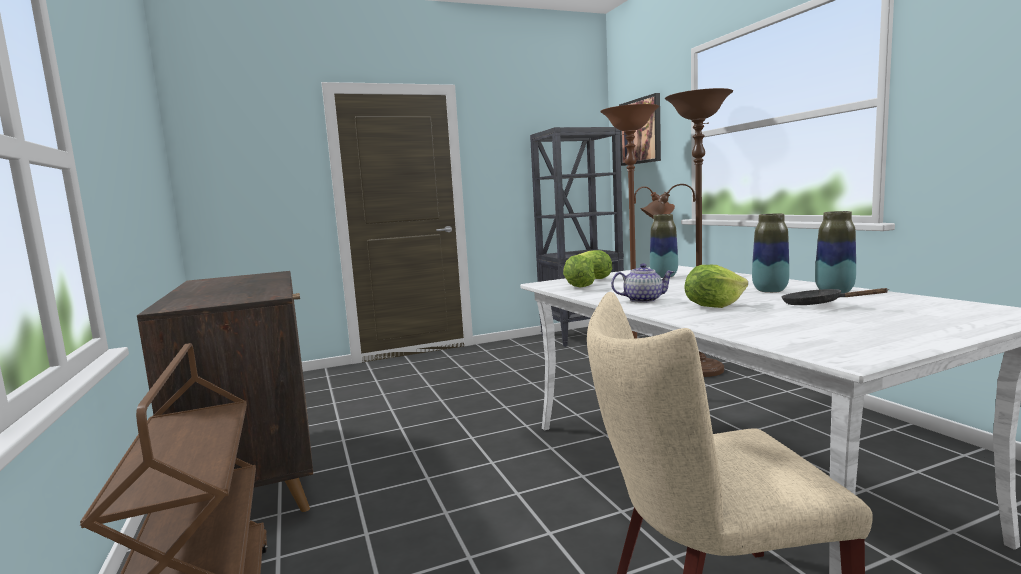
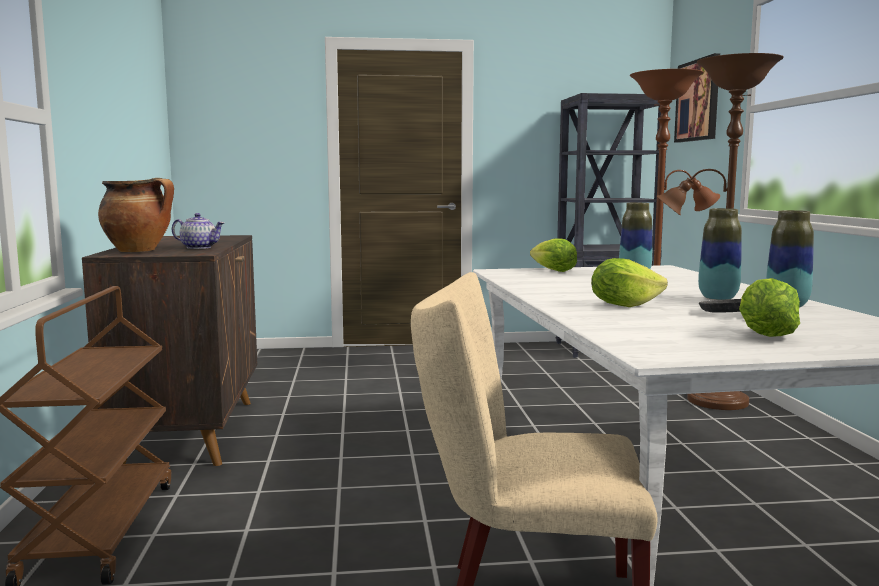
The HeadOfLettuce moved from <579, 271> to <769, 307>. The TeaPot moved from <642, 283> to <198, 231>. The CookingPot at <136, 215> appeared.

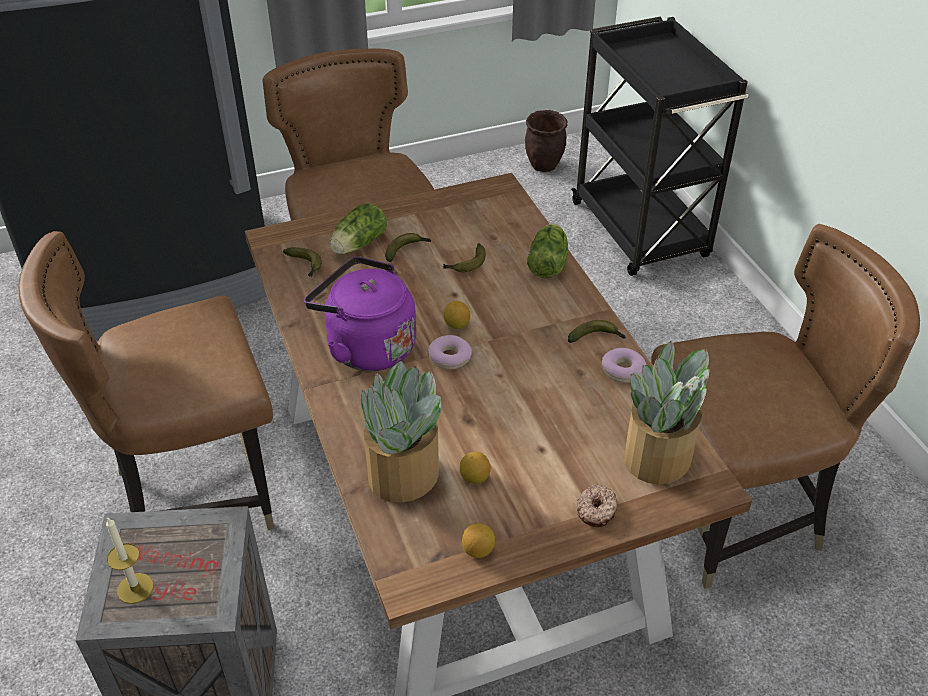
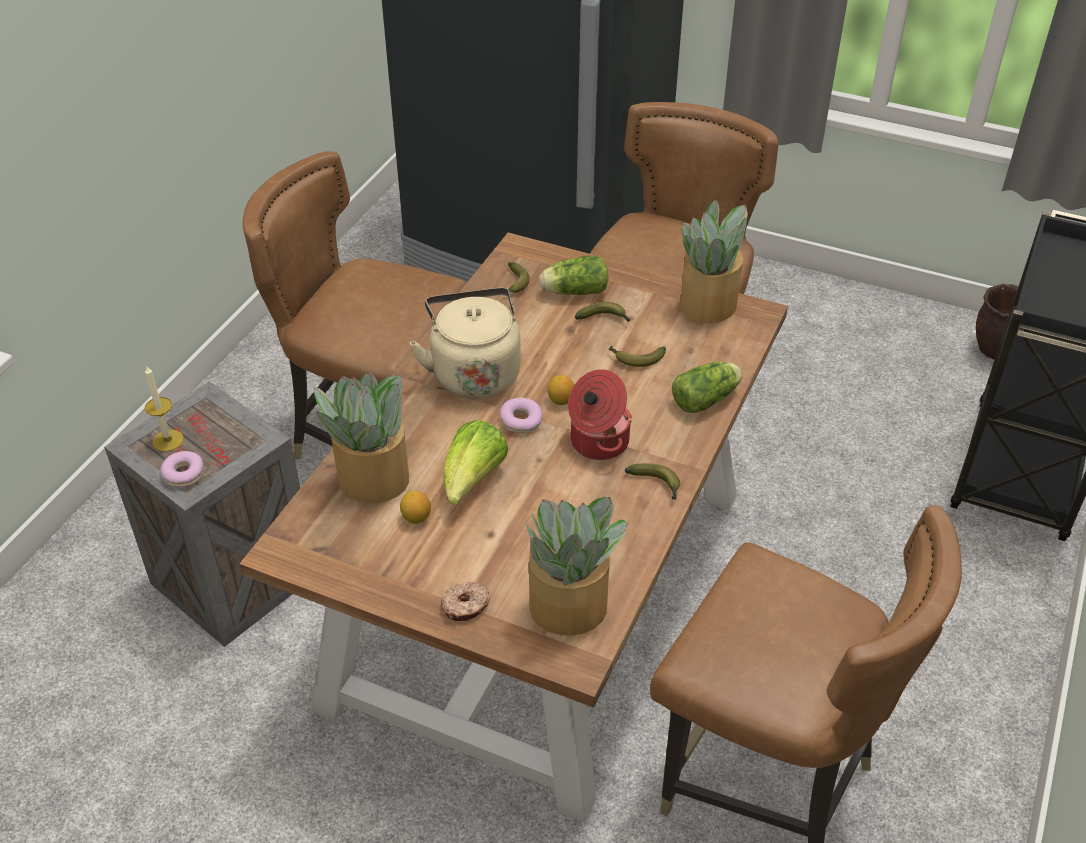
The PurpleColouredWaterKettle at <360, 313> became the BeigeWaterKettle at <465, 343>. The Donut moved from <624, 365> to <182, 469>. The WholeLemon at <478, 540> disappeared. The Houseplant at <714, 261> appeared. The CookingPot at <600, 414> appeared. The HeadOfLettuce at <475, 462> appeared.

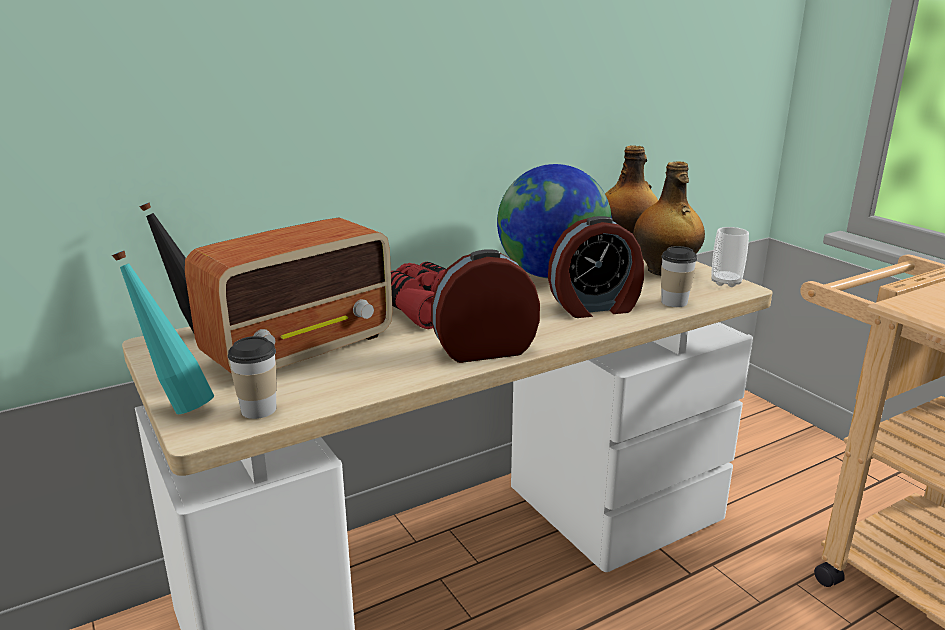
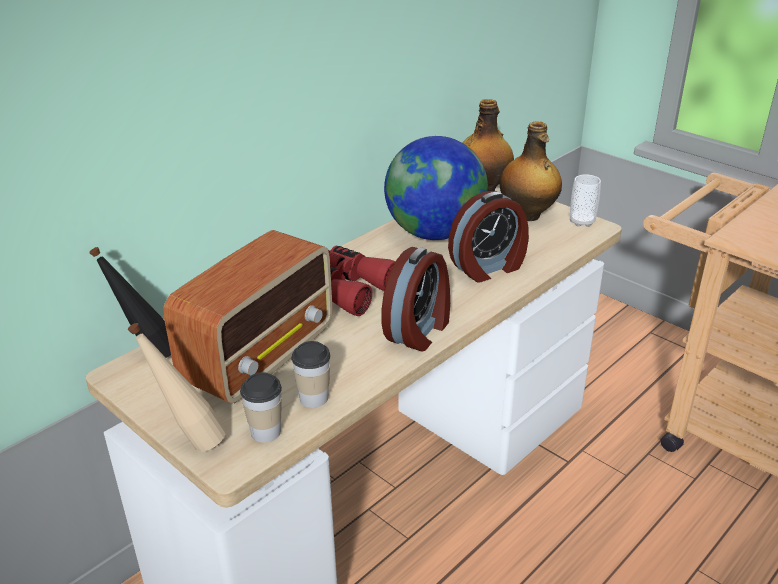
The Cup moved from <679, 276> to <311, 374>. The AlarmClock at <485, 306> turned 150 degrees clockwise. The BlueGreenDrinkBottle at <163, 332> became the BeigeDrinkBottle at <177, 387>.

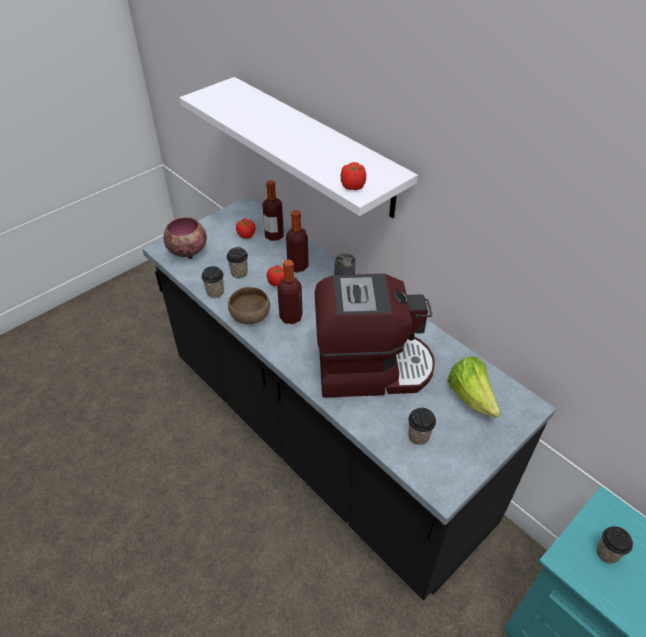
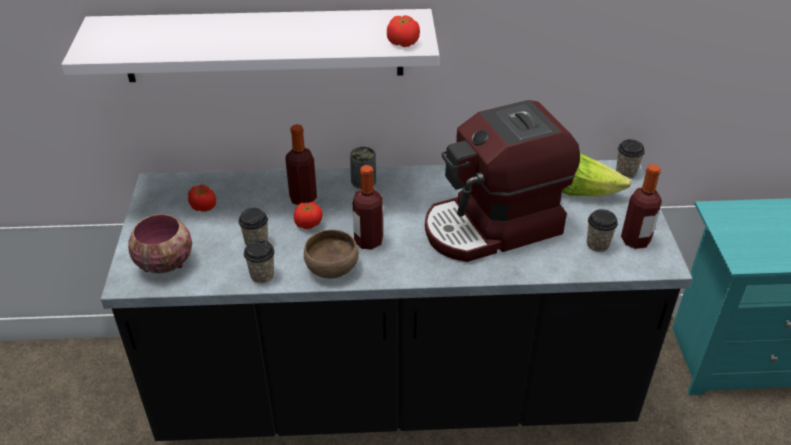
The DrinkBottle moved from <273, 210> to <641, 206>. The CoffeeMachine at <375, 336> turned 150 degrees counterclockwise. The Cup moved from <614, 545> to <630, 158>.

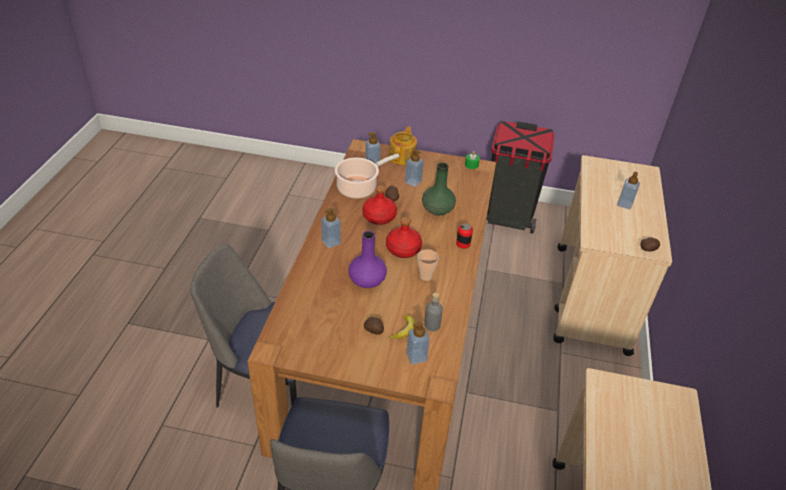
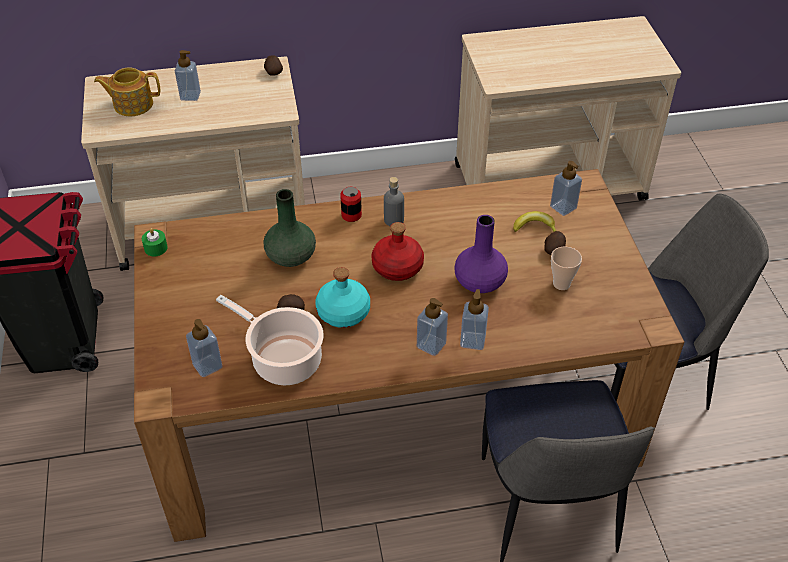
The TeaPot moved from <403, 145> to <127, 91>. The SoapDispenser moved from <414, 168> to <474, 319>. The RedDrinkBottle at <379, 205> became the BlueGreenDrinkBottle at <342, 297>. The Cup moved from <428, 265> to <566, 268>. The GreyishDrinkBottle moved from <433, 311> to <394, 201>.

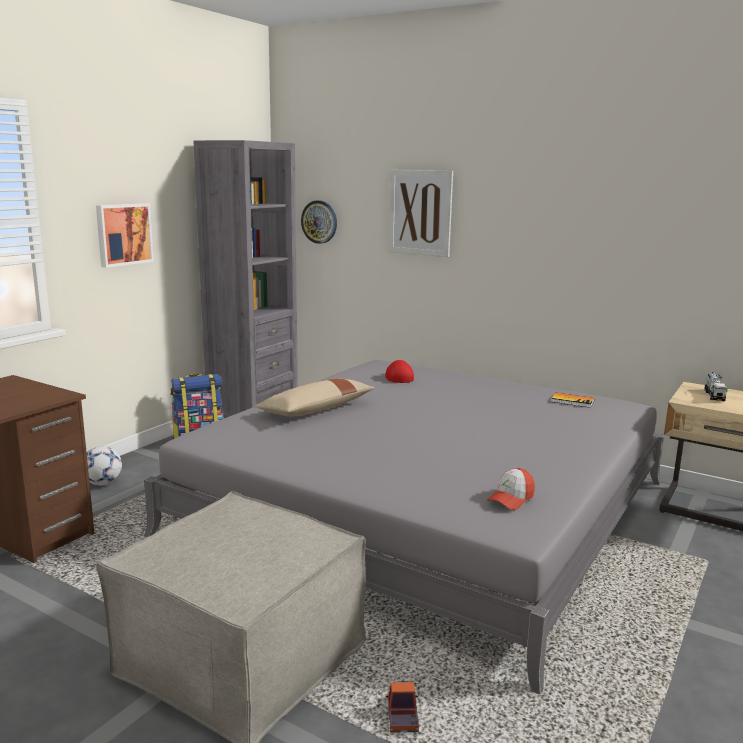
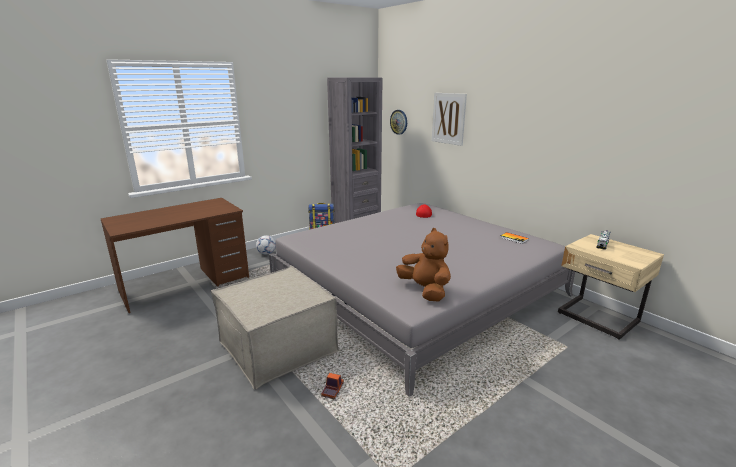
The WallPicture at <125, 235> disappeared. The BeigeThrowPillow at <315, 398> disappeared. The BaseballCap at <511, 489> was replaced by the BrownCuddlyToy at <423, 265>.

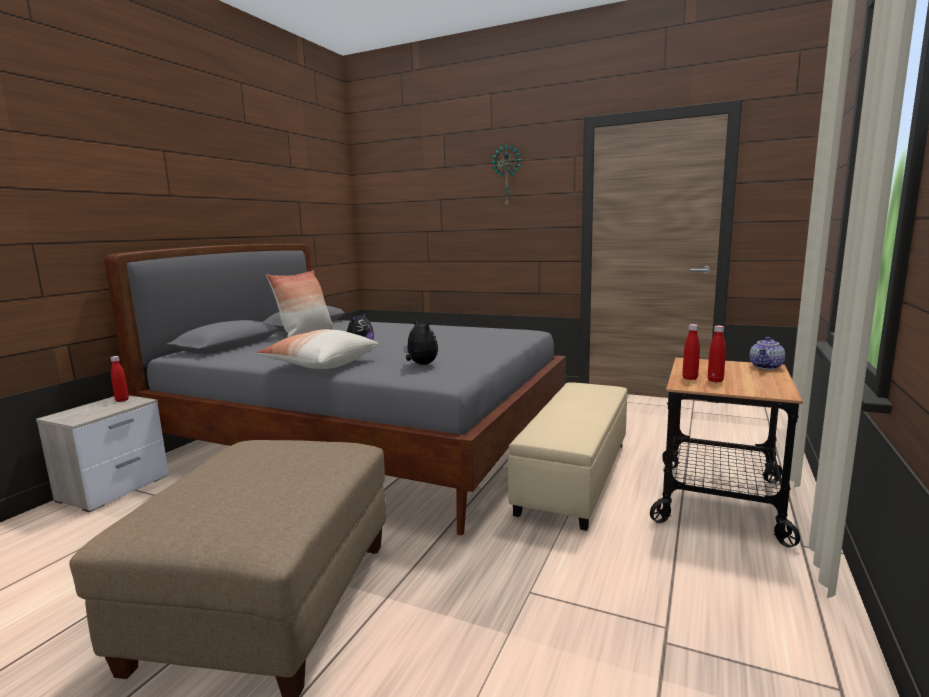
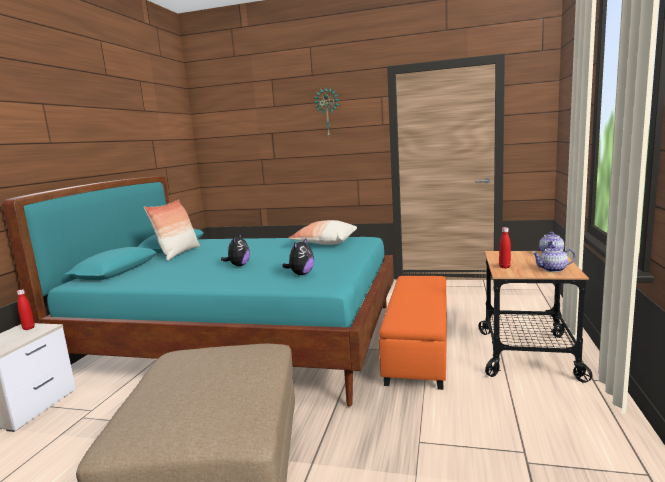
The GreyishBedroomBed at <335, 389> became the BlueGreenBedroomBed at <198, 291>. The CuddlyToy at <420, 342> turned 75 degrees clockwise. The RedDrinkBottle at <717, 354> disappeared. The ThrowPillow moved from <318, 349> to <323, 232>. The BeigeFootrest at <567, 456> became the OrangeyFootrest at <413, 333>. The TeaPot at <553, 258> appeared.

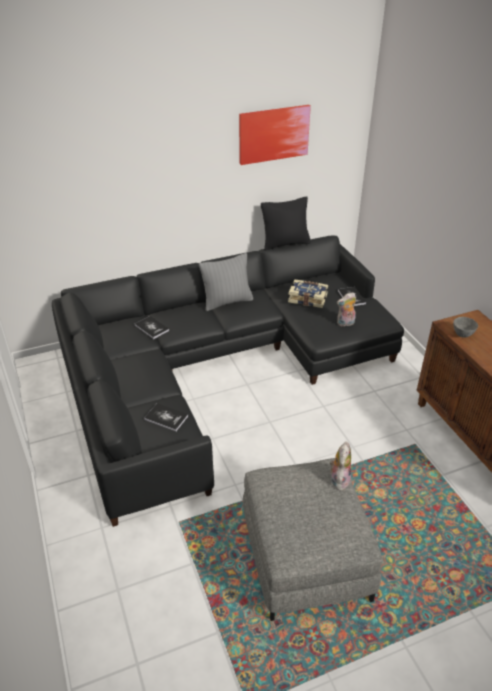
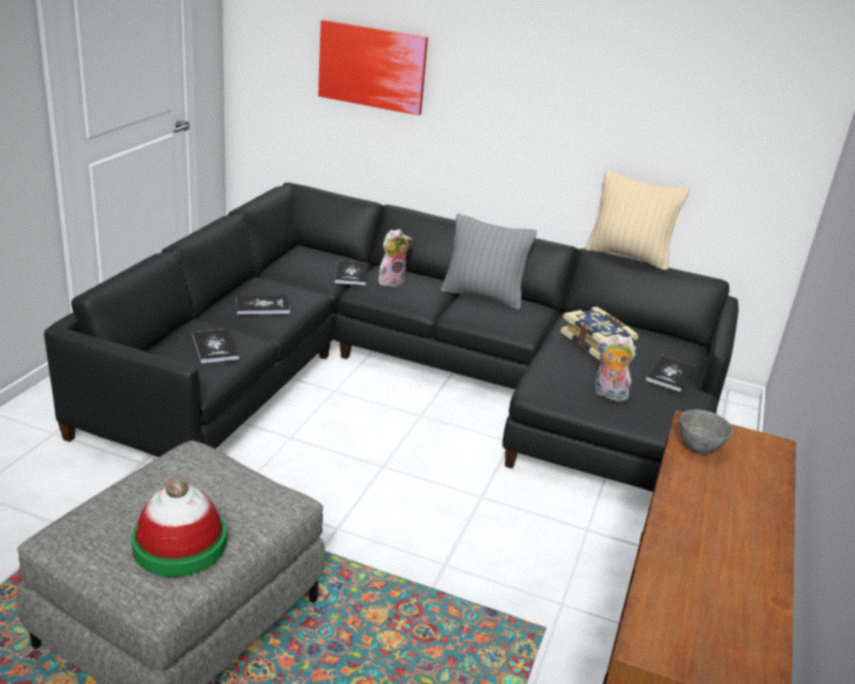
The WallPicture moved from <275, 135> to <373, 67>. The BlackishThrowPillow at <286, 223> became the BeigeThrowPillow at <637, 220>. The CuddlyToy moved from <340, 466> to <395, 258>. The Volume at <263, 305> appeared. The ClothingHat at <179, 527> appeared.

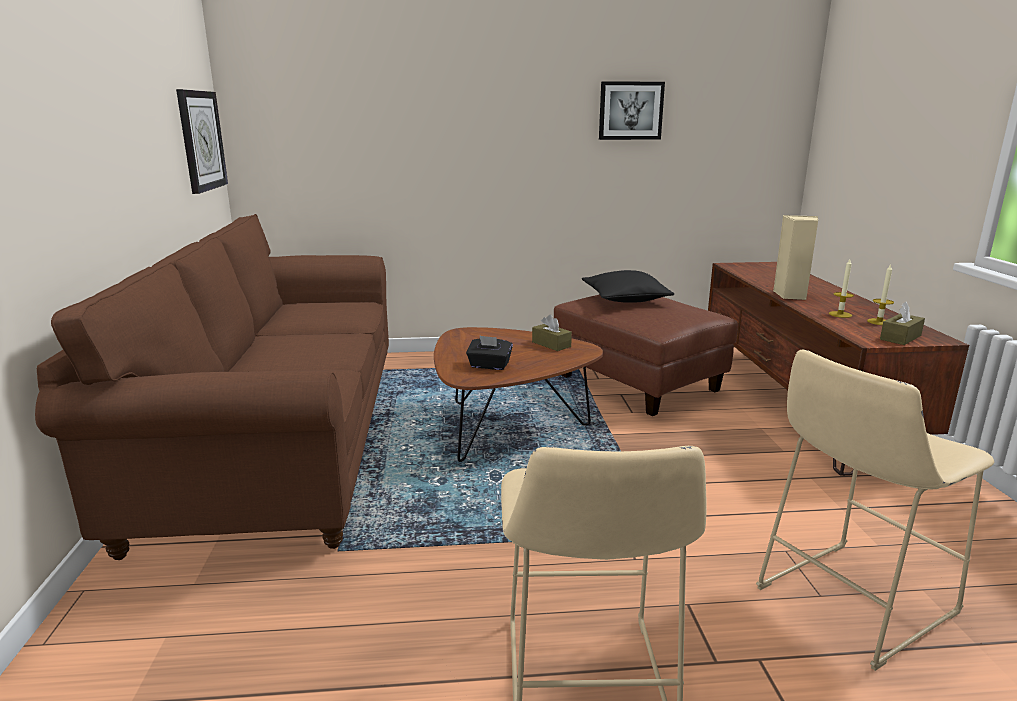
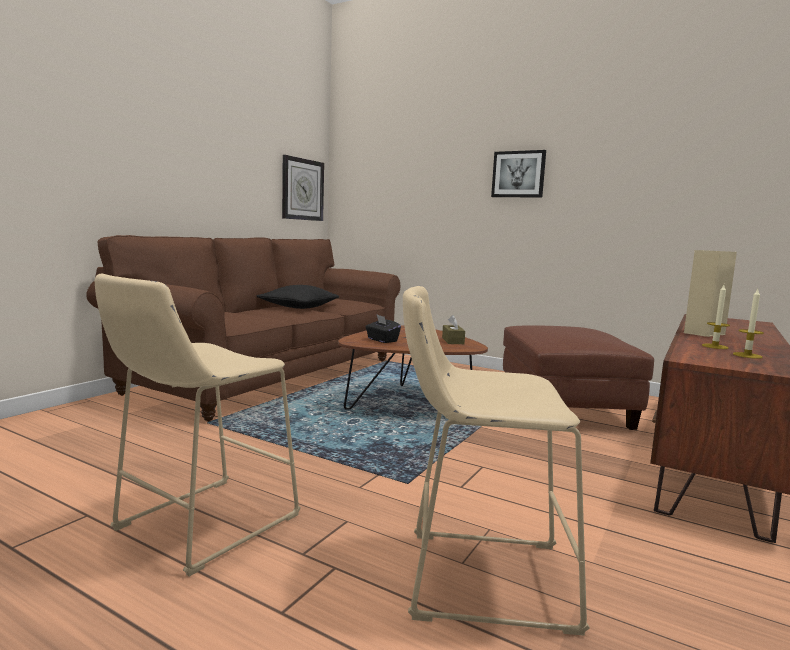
The WallPicture moved from <632, 110> to <518, 173>. The BlackishThrowPillow moved from <628, 286> to <297, 297>. The BrownTissueHolder at <902, 323> disappeared.

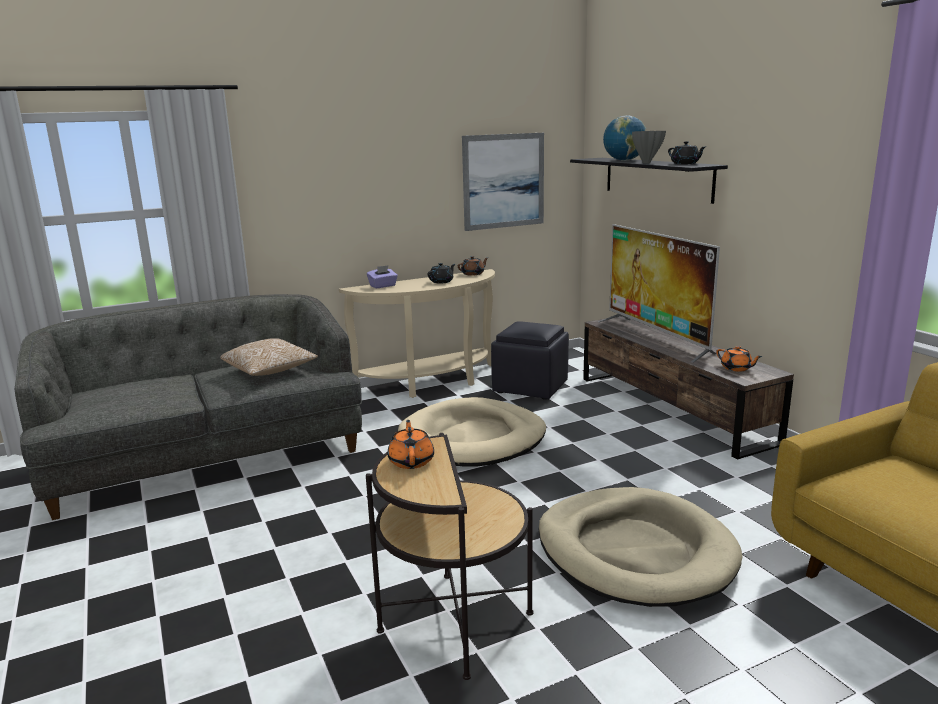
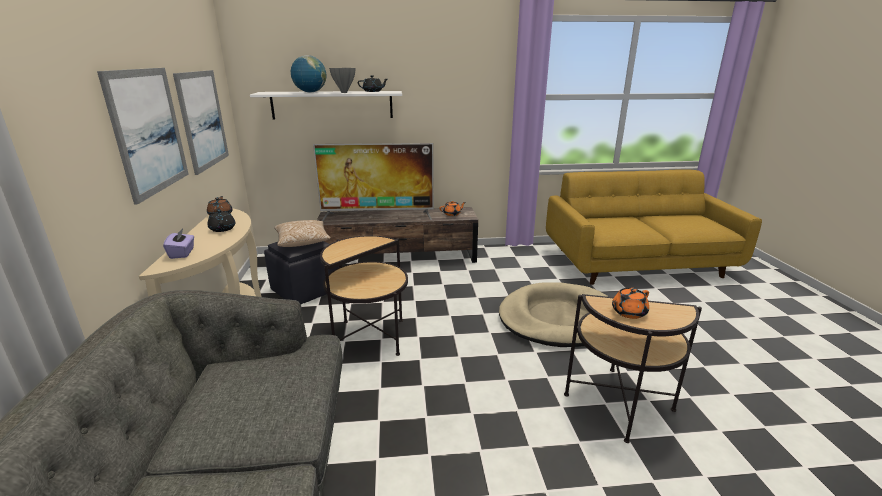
The BlackishShelf at <649, 181> became the WhitishShelf at <326, 105>. The ThrowPillow moved from <269, 357> to <302, 233>. The BeigeDogCushion at <472, 431> was replaced by the EndTable at <364, 296>. The OrangeyTeaPot at <410, 444> turned 45 degrees counterclockwise. The WallPicture at <143, 136> appeared.

